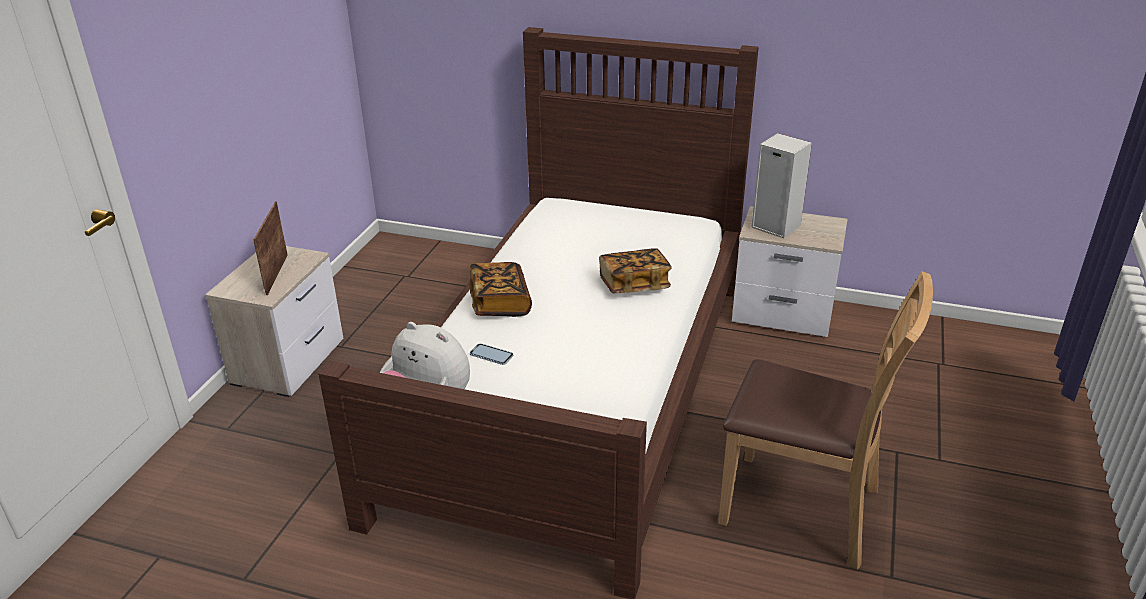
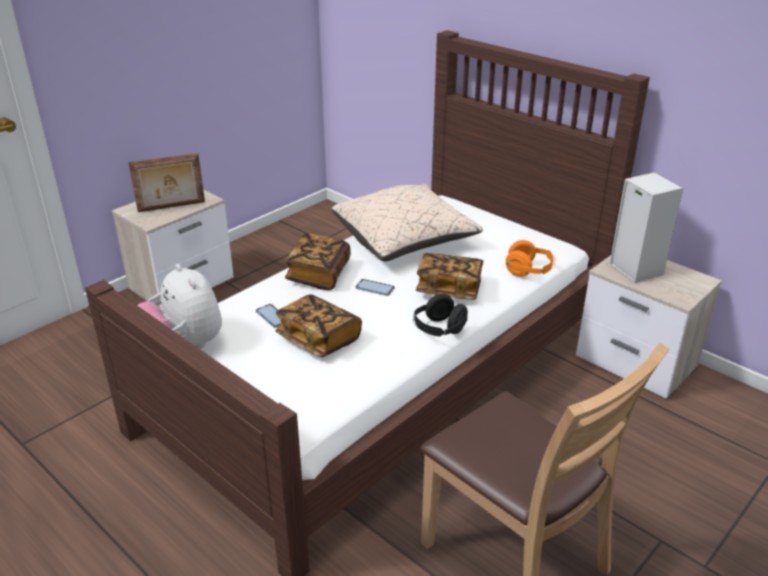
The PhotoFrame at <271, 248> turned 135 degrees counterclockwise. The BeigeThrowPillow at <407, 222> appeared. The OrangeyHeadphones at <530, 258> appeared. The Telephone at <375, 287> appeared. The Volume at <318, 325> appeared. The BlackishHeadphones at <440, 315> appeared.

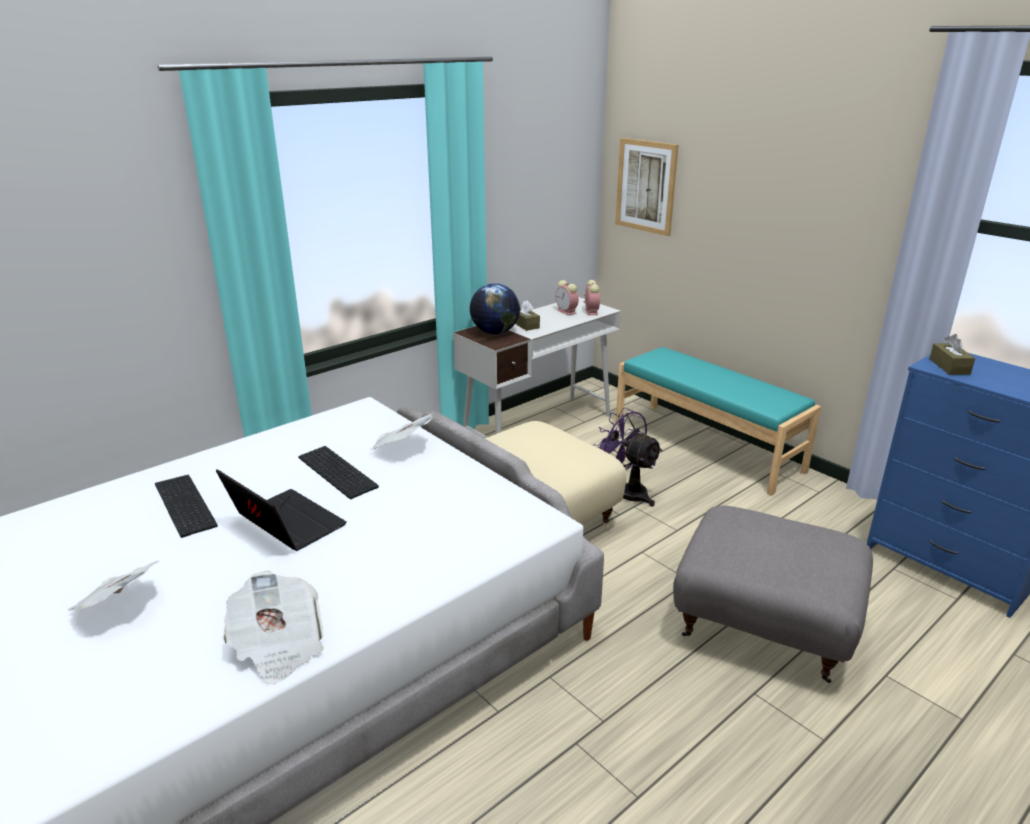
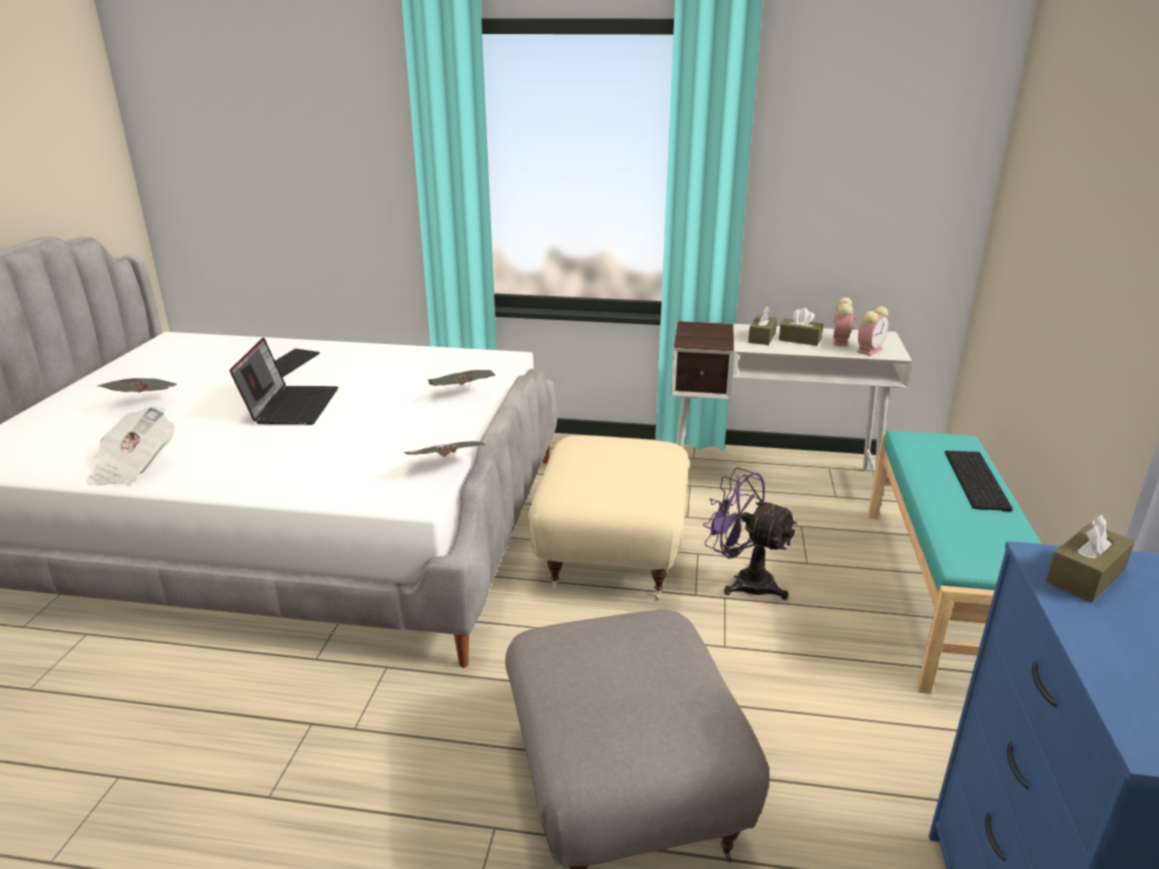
The WallPicture at <647, 187> disappeared. The WorldGlobe at <495, 308> disappeared. The PurpleColouredFan at <628, 457> turned 60 degrees counterclockwise. The ComputerKeyboard moved from <338, 472> to <979, 481>. The BrownTissueHolder at <801, 327> appeared. The Newspaper at <444, 449> appeared.

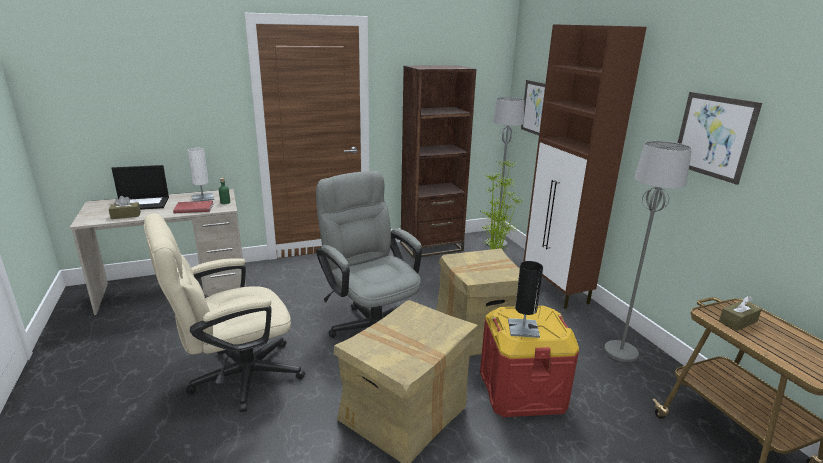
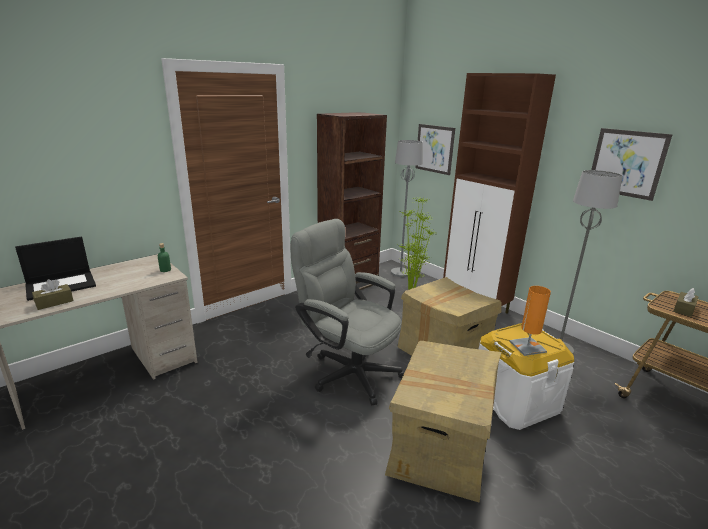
The WhitishTableLamp at <201, 174> disappeared. The RedVolume at <193, 207> disappeared. The BeigeComputerChair at <224, 312> disappeared. The BlackishTableLamp at <525, 299> became the OrangeyTableLamp at <530, 321>. The RedStorageBox at <529, 361> became the WhitishStorageBox at <526, 376>.

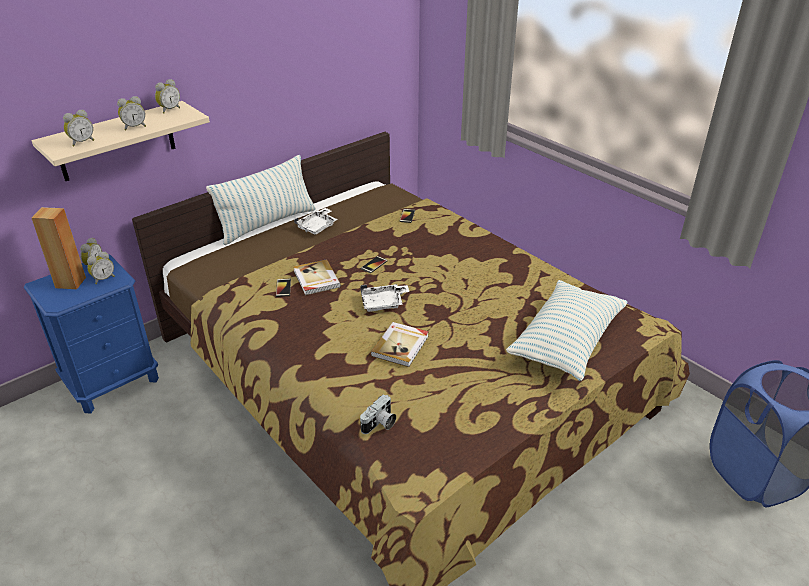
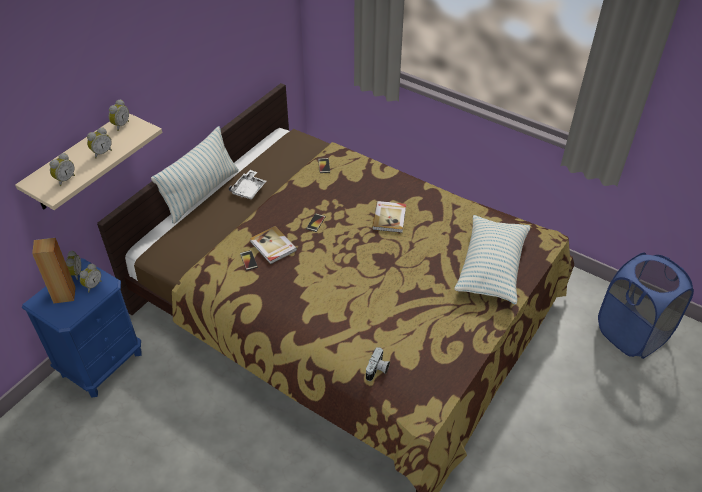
The WhitishServingTray at <384, 298> disappeared. The Volume moved from <400, 344> to <389, 217>.

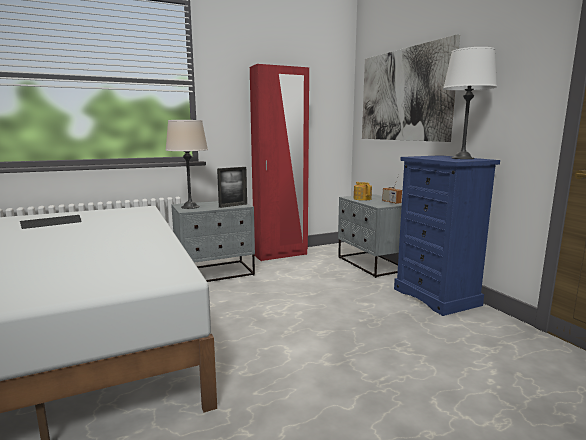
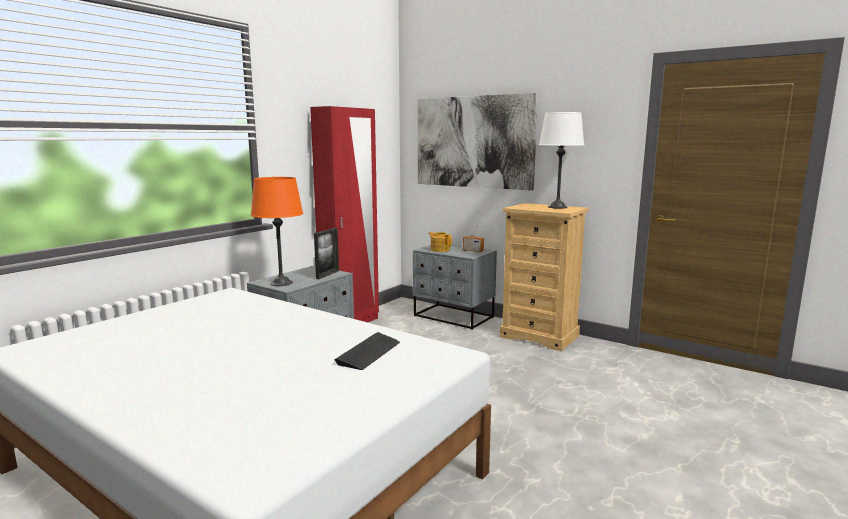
The BeigeTableLamp at <186, 164> became the OrangeyTableLamp at <277, 231>. The BluishDresser at <447, 235> became the BeigeDresser at <544, 277>. The ComputerKeyboard moved from <50, 222> to <367, 351>.

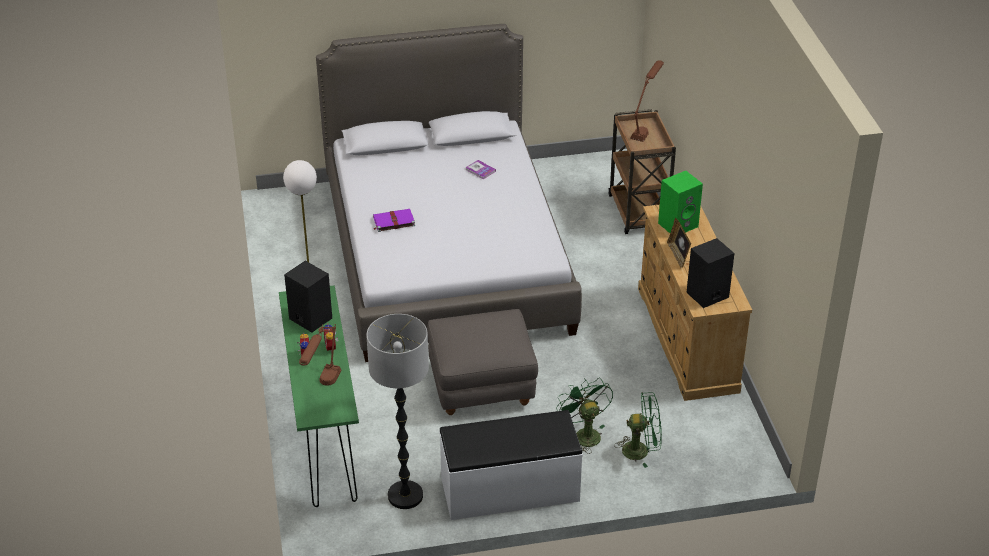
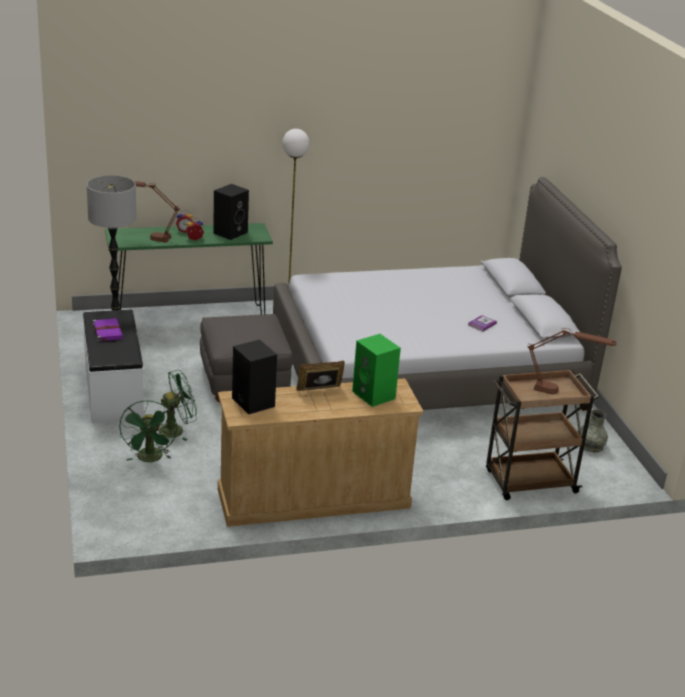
The PurpleColouredVolume moved from <394, 220> to <108, 330>. The GreyishVase at <593, 430> appeared.

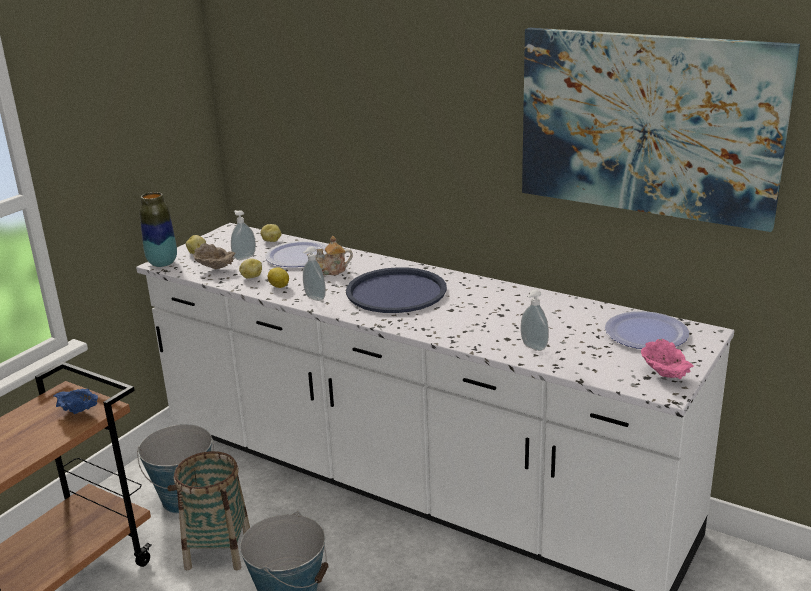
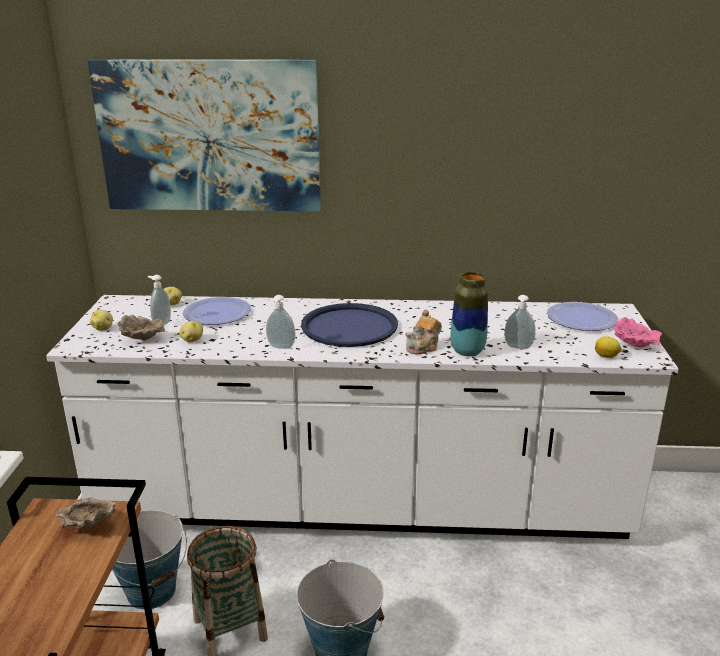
The WallPicture moved from <661, 130> to <204, 135>. The Vase moved from <158, 229> to <469, 314>. The TeaPot moved from <329, 255> to <423, 332>. The WholeLemon moved from <278, 277> to <608, 347>. The BluishDeepDish at <76, 401> became the BeigeDeepDish at <85, 514>.

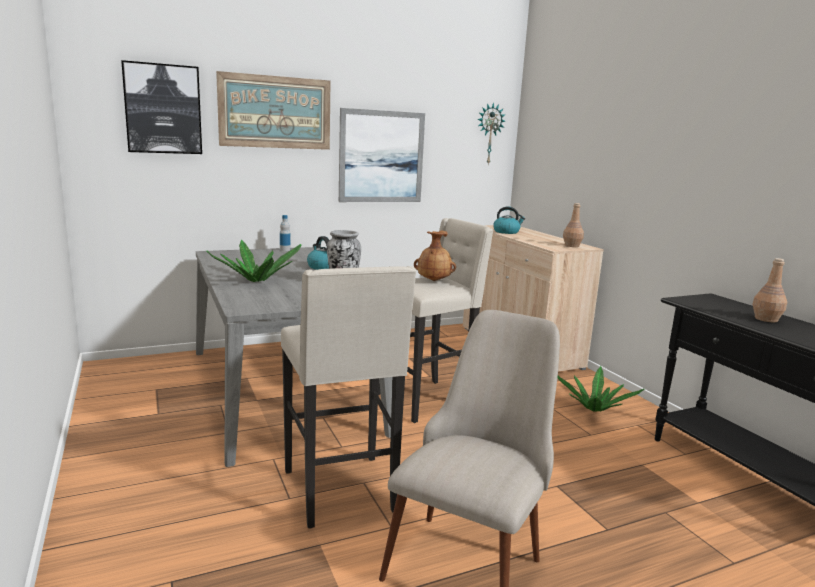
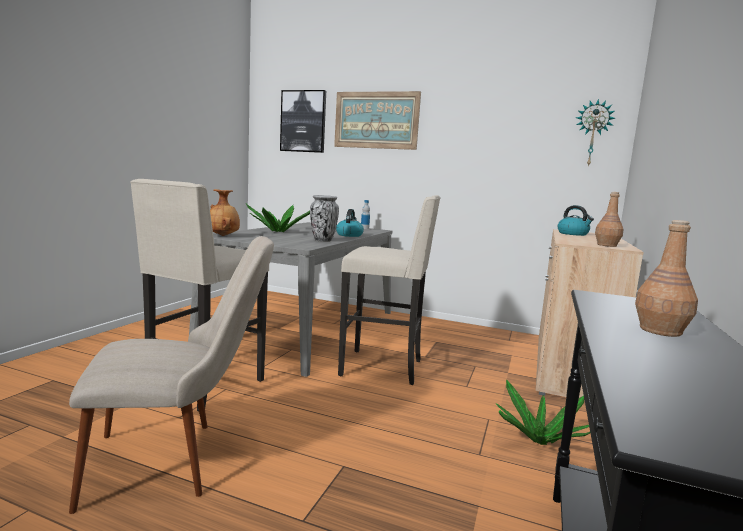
The WallPicture at <382, 155> disappeared. The BrownVase moved from <435, 256> to <225, 212>.

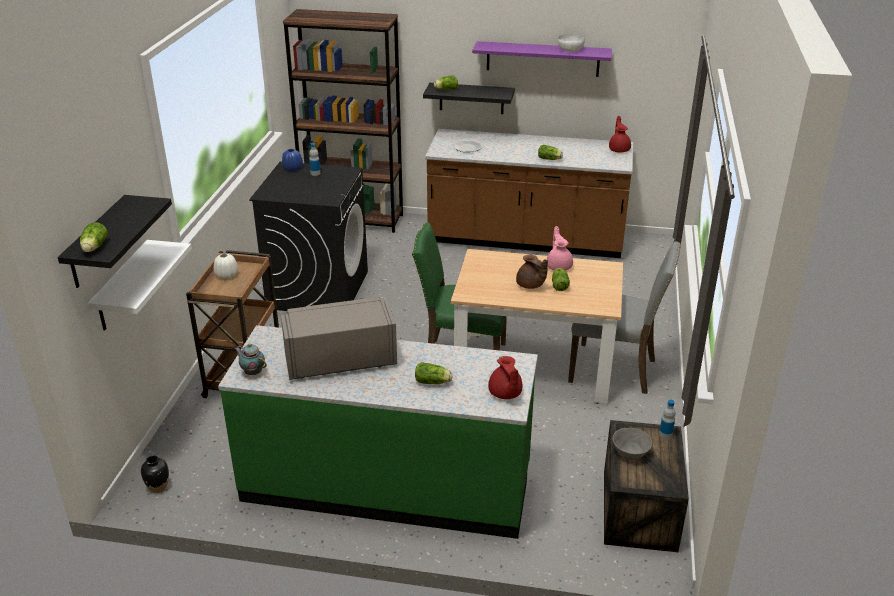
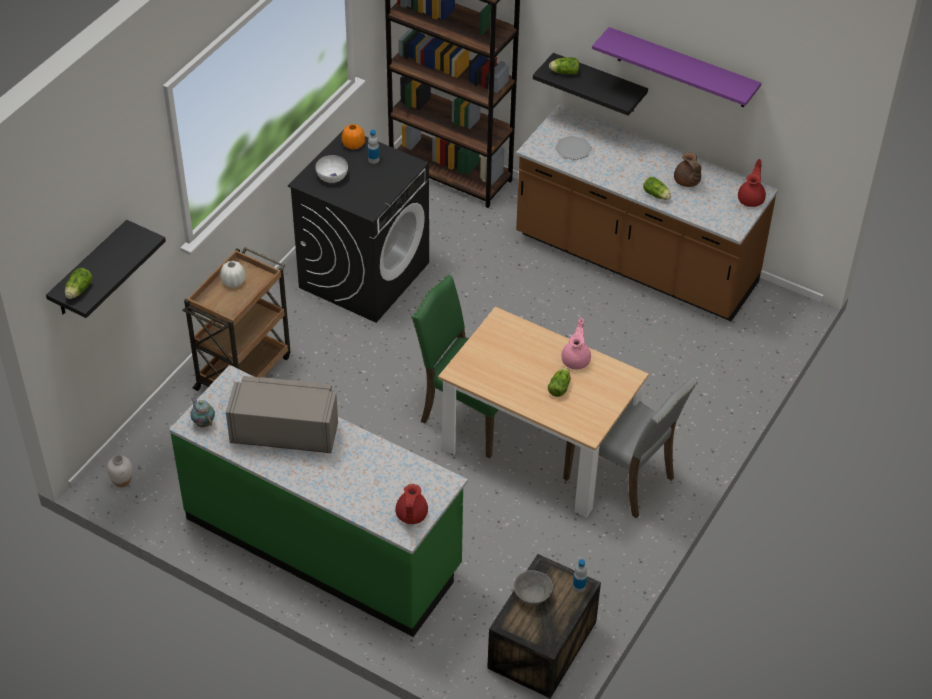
The WhitishDeepDish moved from <571, 43> to <331, 169>. The BluishVase at <292, 160> became the OrangeyVase at <353, 137>. The WhitishShelf at <139, 285> disappeared. The BrownTeaPot moved from <532, 272> to <687, 170>. The HeadOfLettuce at <433, 373> disappeared. The BlackishVase at <155, 474> became the WhitishVase at <120, 471>.

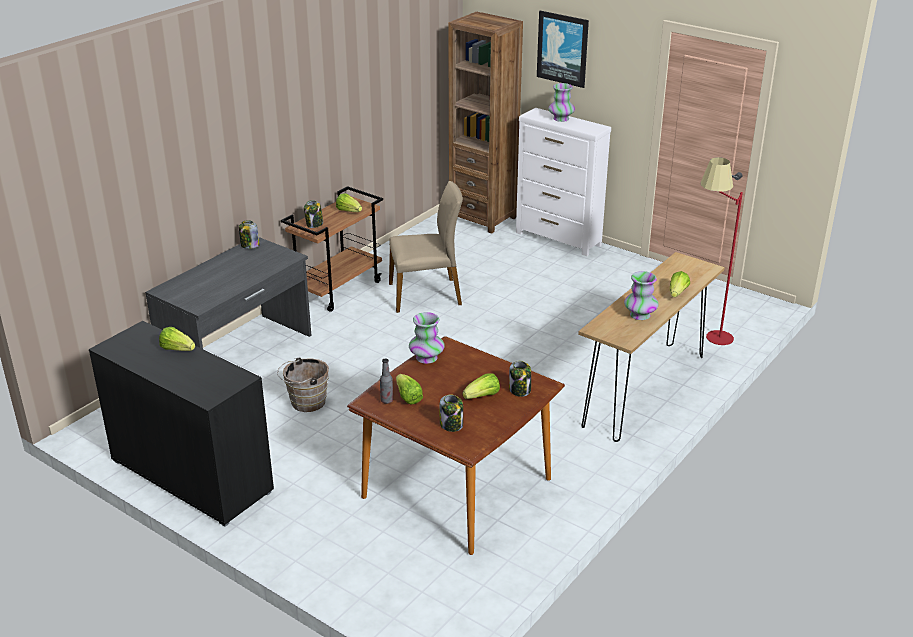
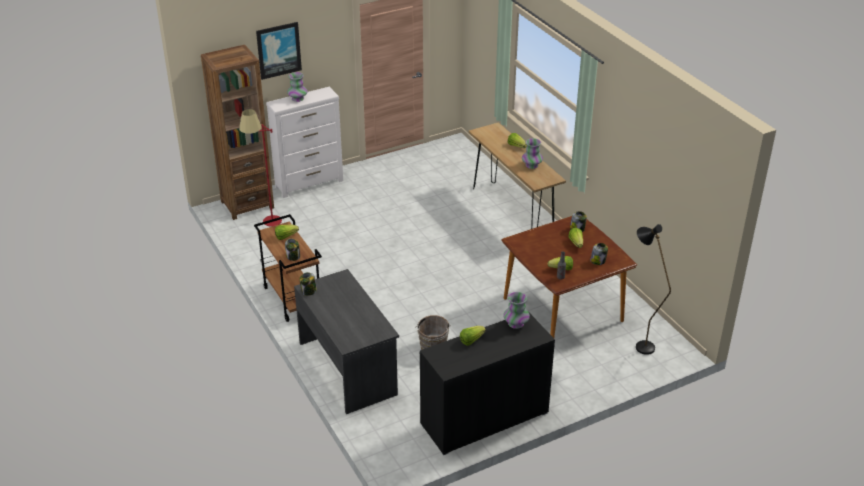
The RedFloorLamp moved from <722, 251> to <260, 167>. The BeigeChair at <426, 247> disappeared. The Vase moved from <427, 338> to <516, 310>. The BlackishFloorLamp at <653, 289> appeared.

